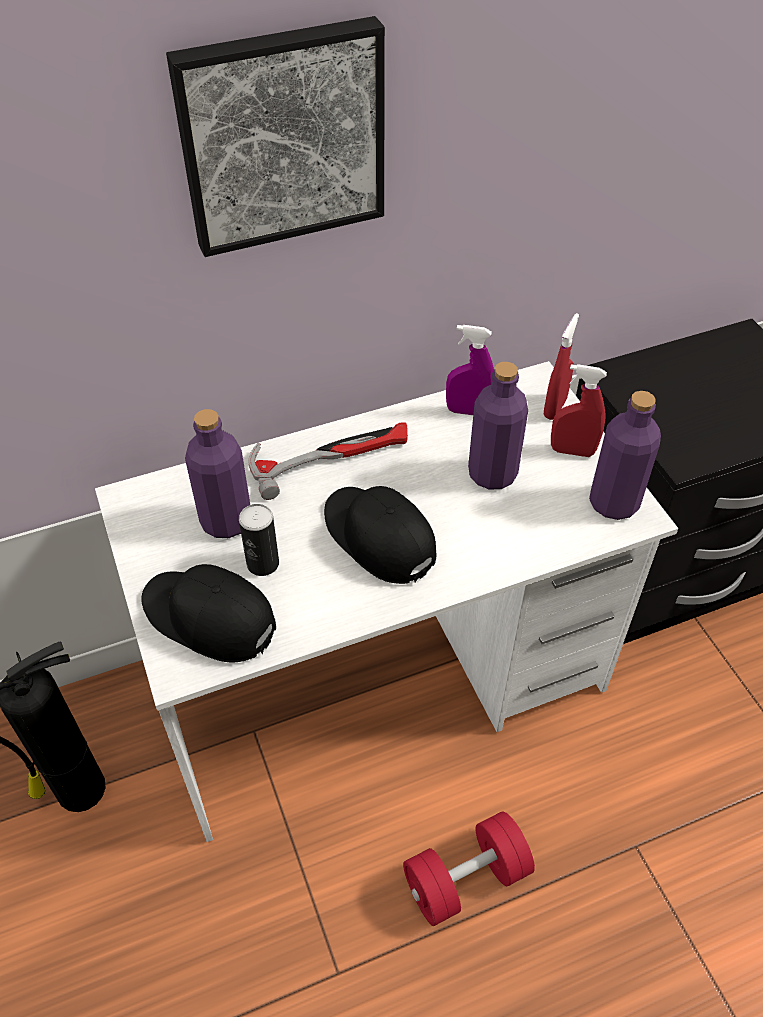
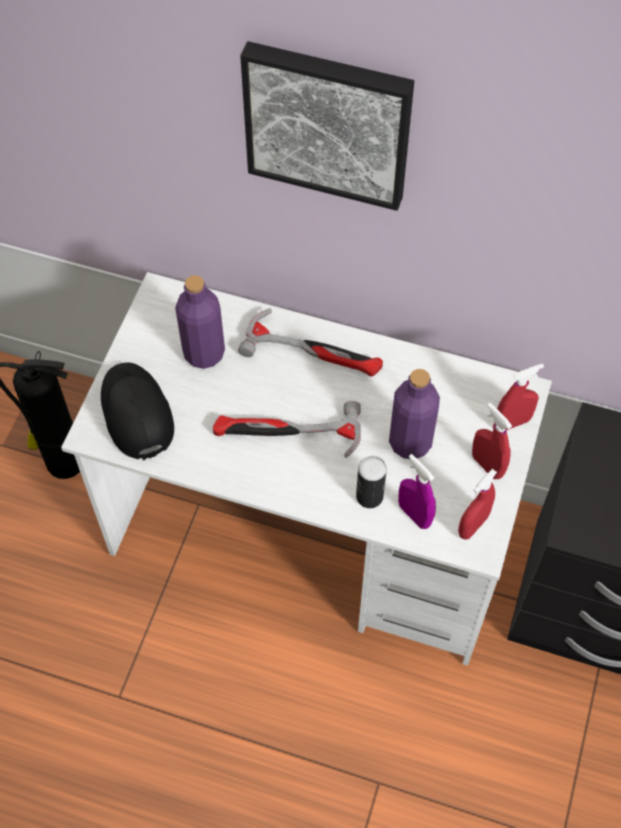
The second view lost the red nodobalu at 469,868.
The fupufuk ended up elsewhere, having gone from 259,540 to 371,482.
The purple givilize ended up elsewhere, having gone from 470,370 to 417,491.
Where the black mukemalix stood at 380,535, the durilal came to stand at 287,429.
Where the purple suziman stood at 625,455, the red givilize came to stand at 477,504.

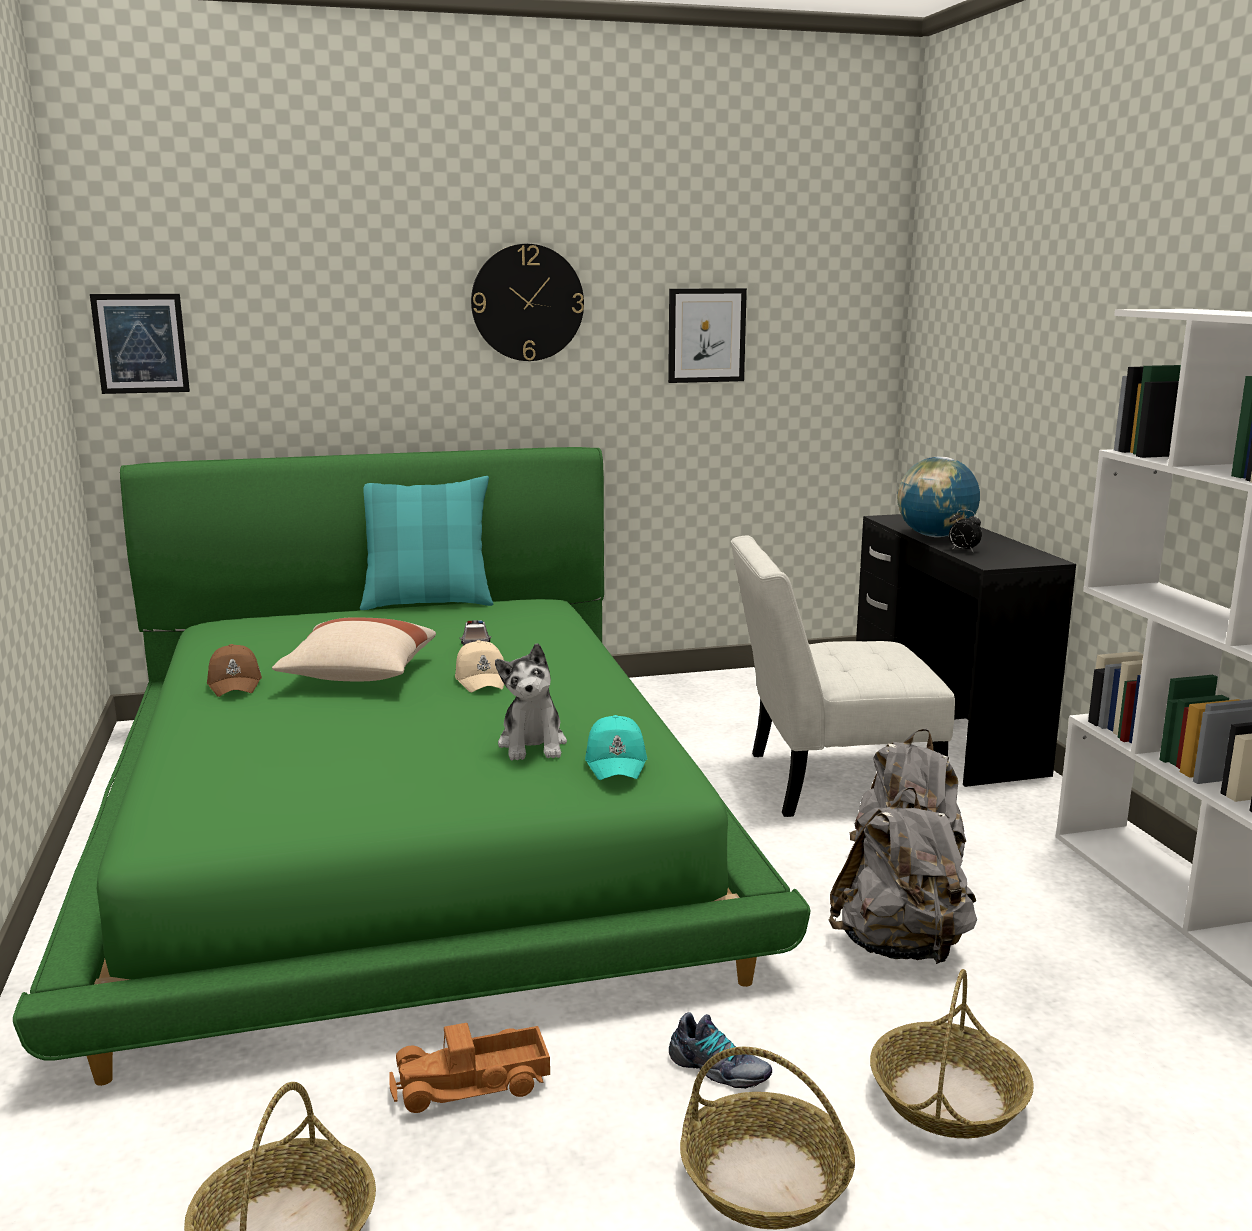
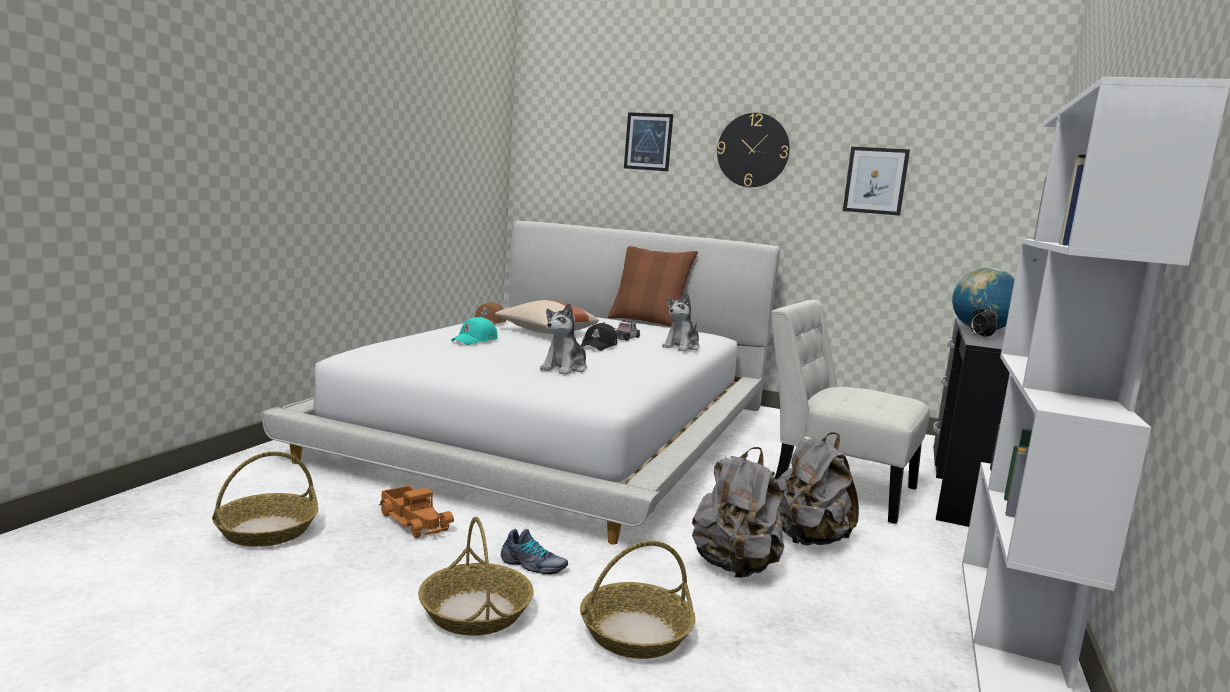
The second view gained the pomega at 681,322.
The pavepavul ended up elsewhere, having gone from 140,344 to 648,141.
The turquoise mukemalix ended up elsewhere, having gone from 616,747 to 474,330.
What was the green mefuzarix at 411,766 turned into the white mefuzarix at 520,382.
What was the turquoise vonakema at 426,543 turned into the brown vonakema at 653,286.
What was the beige mukemalix at 479,666 turned into the black mukemalix at 600,336.
The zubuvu at 470,1068 ended up facing another way, 150 degrees counterclockwise from before.
The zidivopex at 720,1050 ended up facing another way, 45 degrees counterclockwise from before.

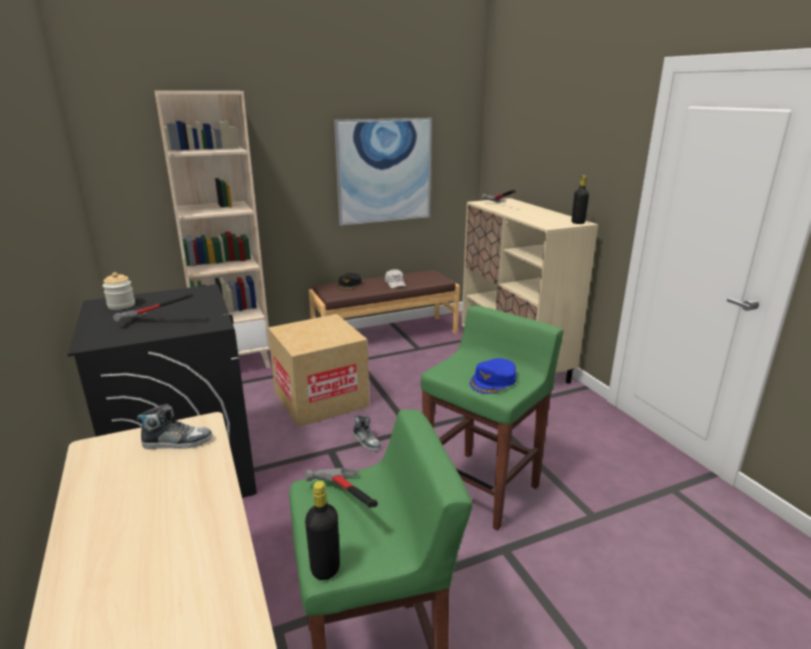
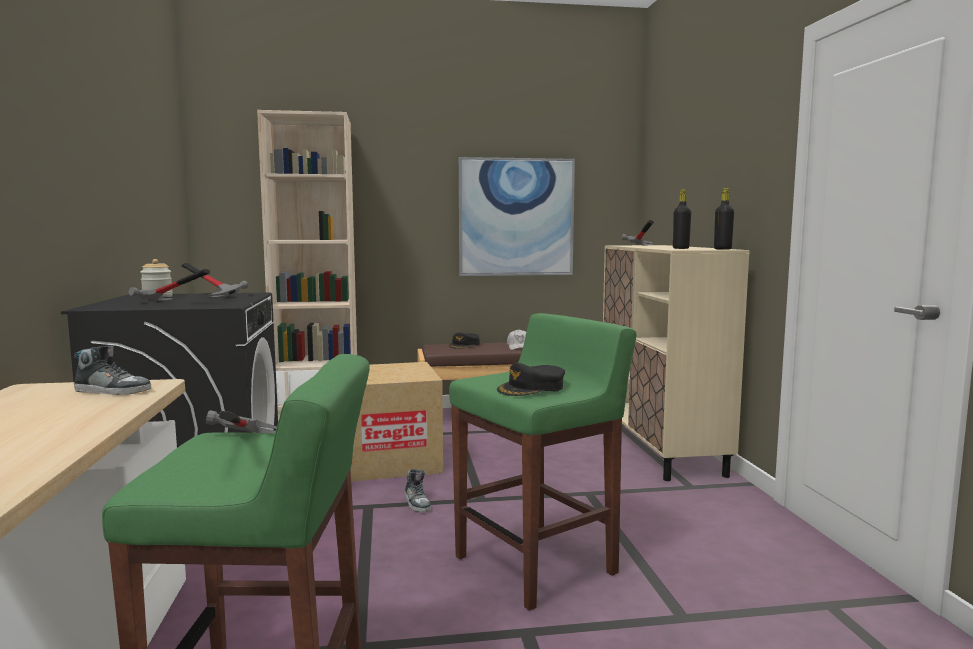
The second view gained the durilal at 215,280.
The black suziman ended up elsewhere, having gone from 322,530 to 682,219.
What was the blue mukemalix at 493,376 turned into the black mukemalix at 531,379.

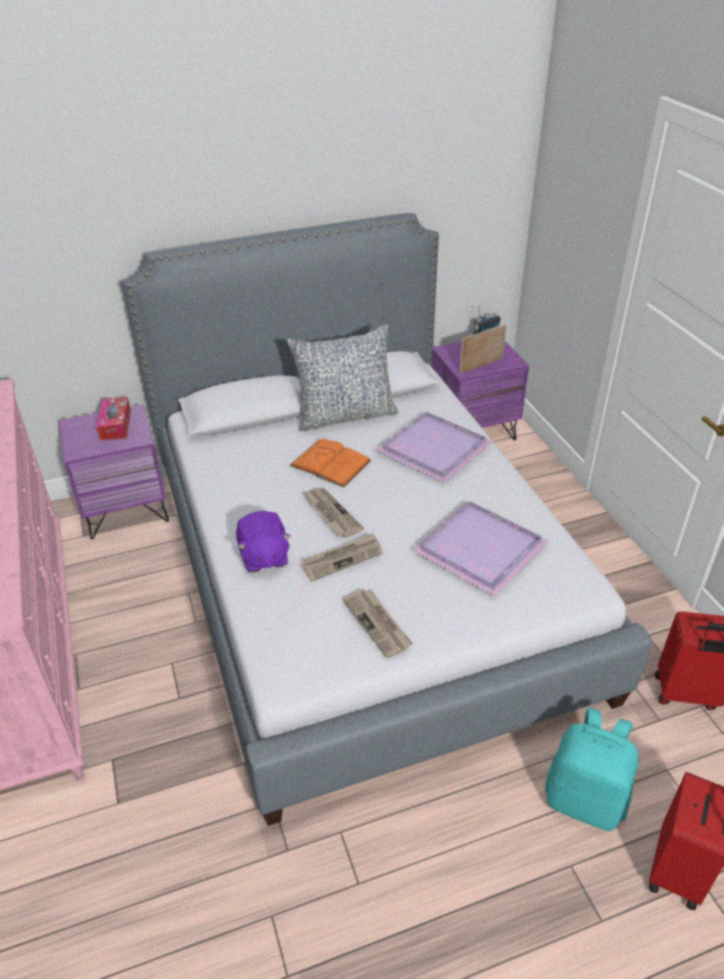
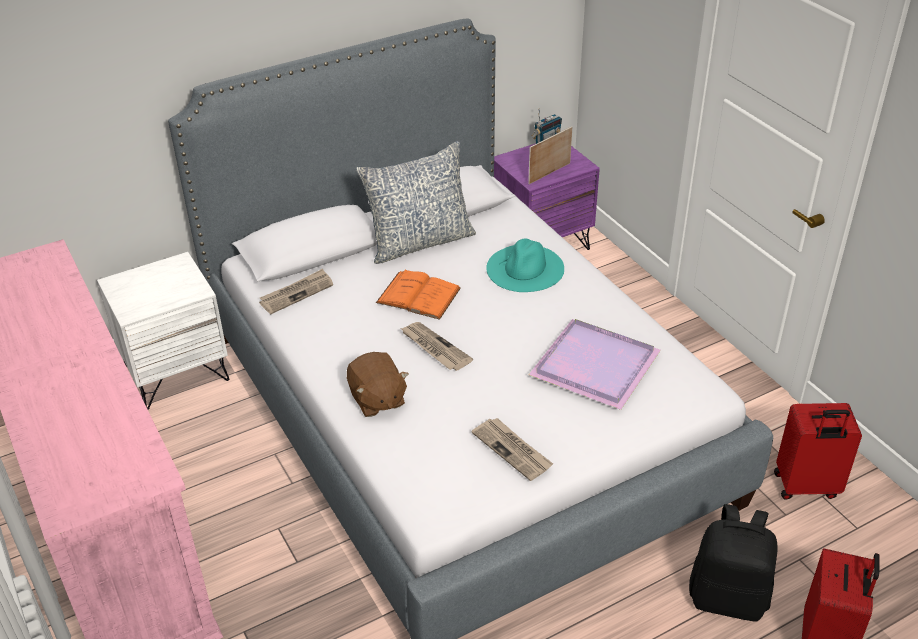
The second view lost the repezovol at 113,418.
The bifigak ended up elsewhere, having gone from 342,557 to 296,291.
Where the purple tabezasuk stood at 434,447, the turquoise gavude came to stand at 525,265.
What was the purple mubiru at 114,471 turned into the white mubiru at 163,331.
What was the purple pomega at 263,542 turned into the brown pomega at 377,384.
What was the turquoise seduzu at 592,769 turned into the black seduzu at 733,563.

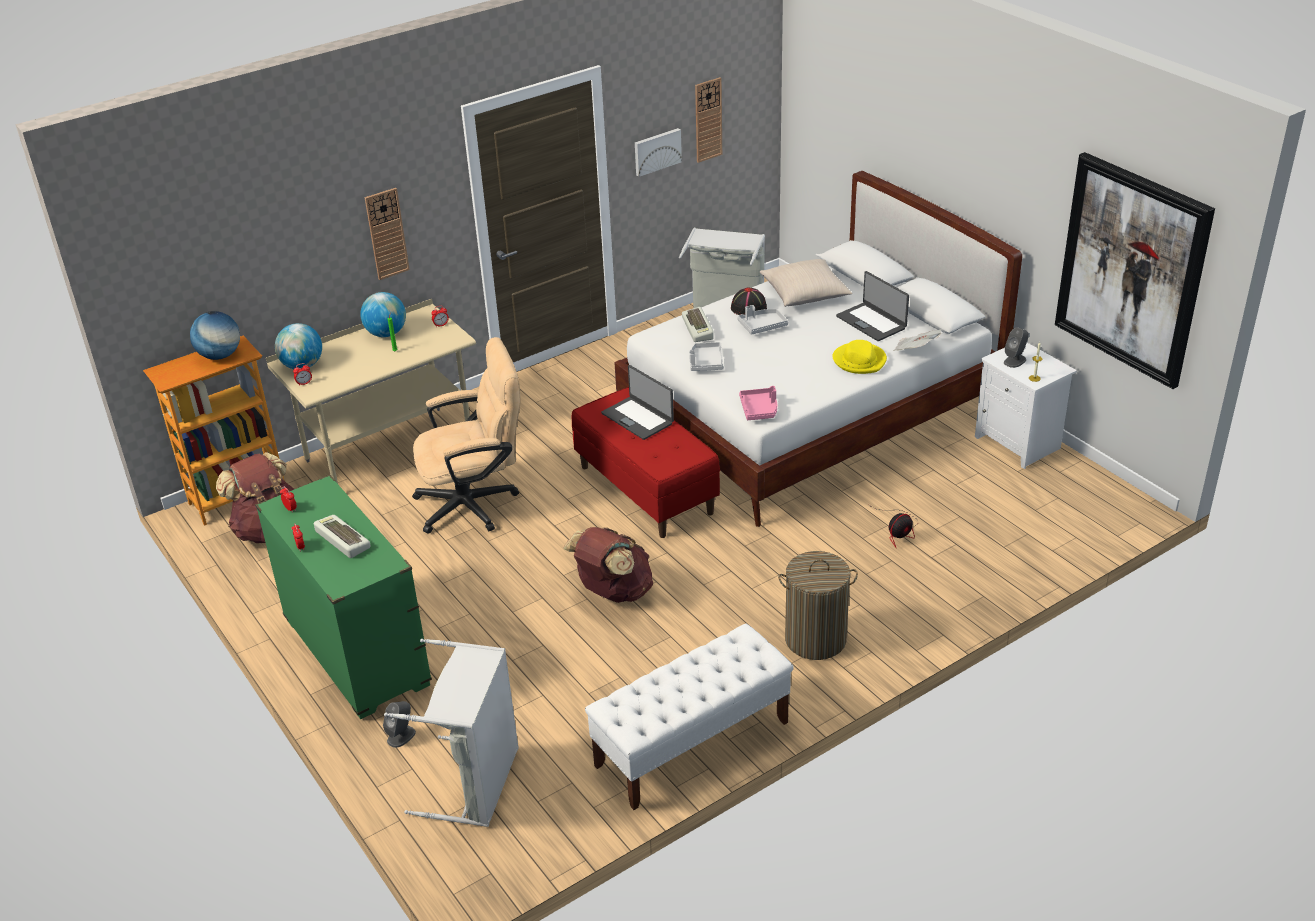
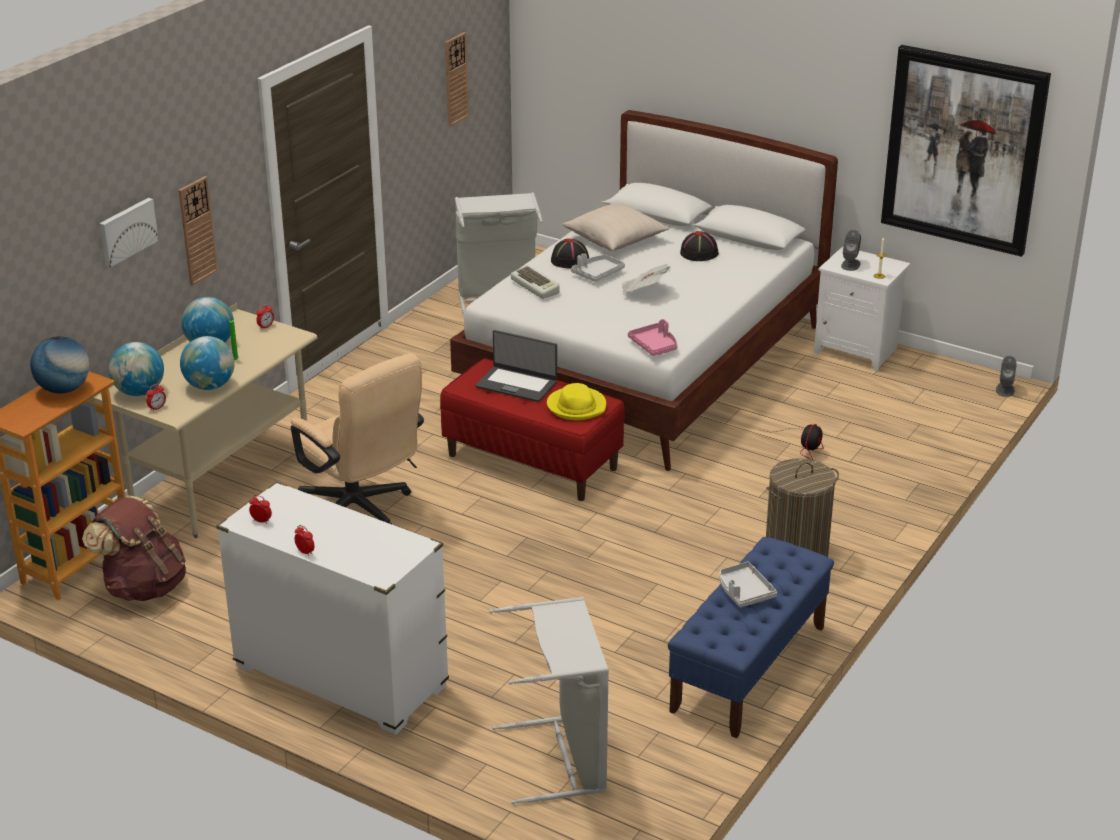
The second view lost the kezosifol at 342,536.
The second view lost the brown seduzu at 608,565.
The second view gained the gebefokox at 207,363.
The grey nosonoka ended up elsewhere, having gone from 399,724 to 1006,376.
The pavepavul ended up elsewhere, having gone from 658,152 to 129,232.
The grey tabezasuk ended up elsewhere, having gone from 706,356 to 748,584.
The yellow gavude ended up elsewhere, having gone from 859,357 to 576,401.
The bifigak ended up elsewhere, having gone from 917,340 to 646,279.
Where the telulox stood at 872,306, the black gavude came to stand at 699,246.
What was the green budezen at 343,597 turned into the white budezen at 332,608.
What was the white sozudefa at 689,717 turned into the blue sozudefa at 751,637.
The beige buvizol at 466,435 ended up facing another way, 90 degrees clockwise from before.

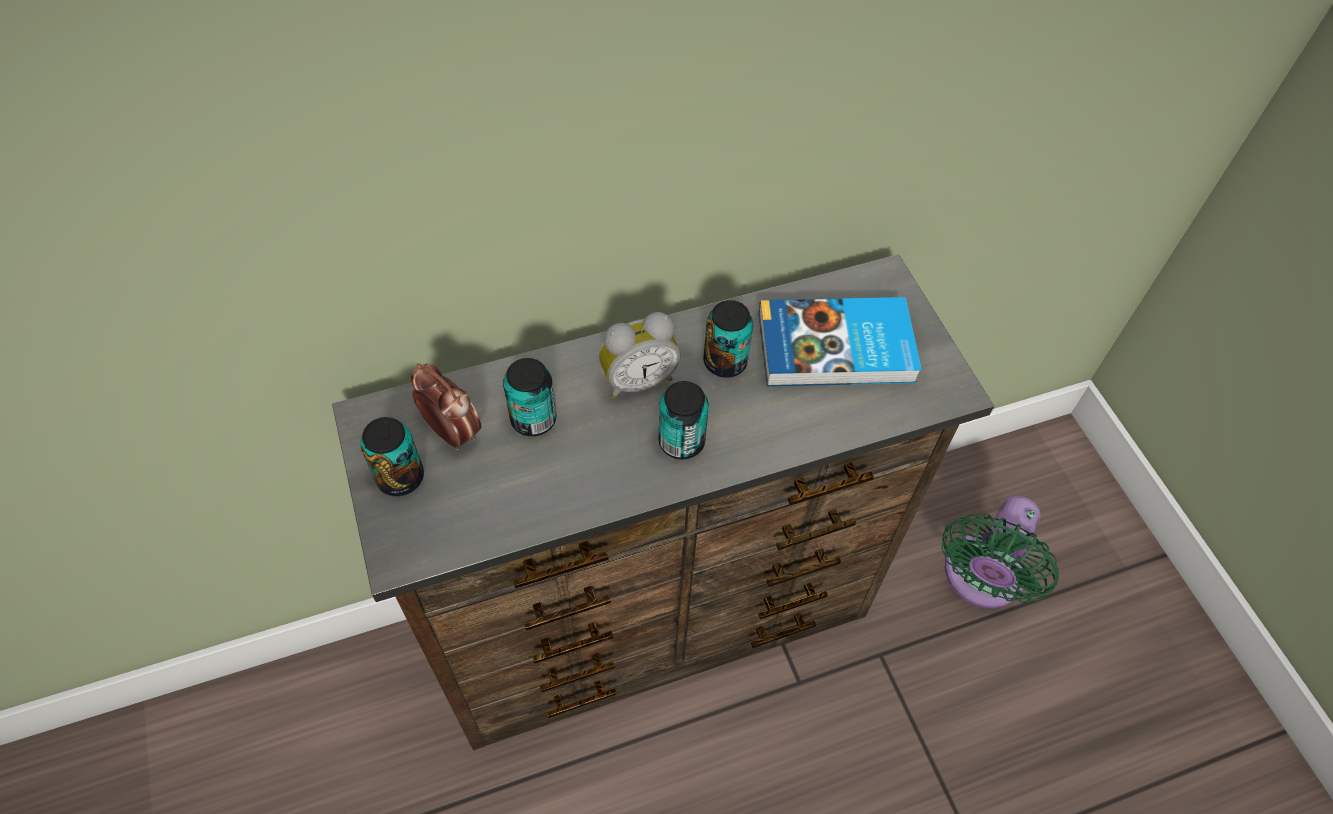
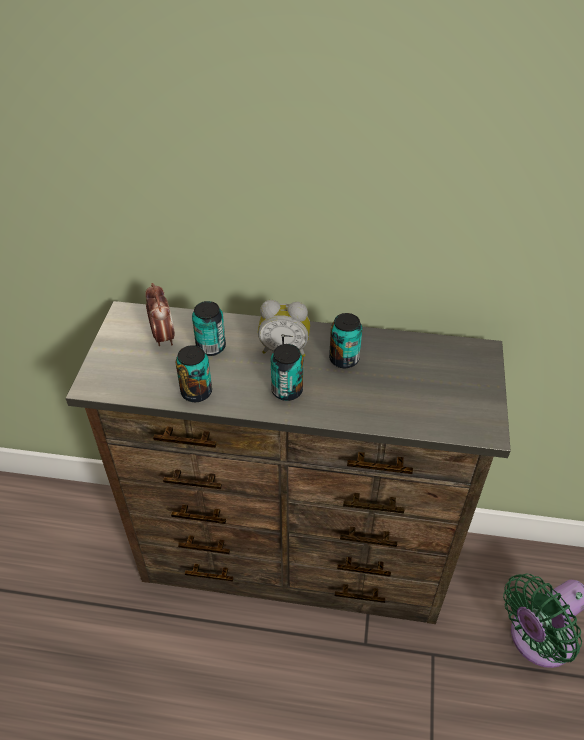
The second view lost the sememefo at 840,342.
The fupufuk ended up elsewhere, having gone from 392,456 to 193,373.

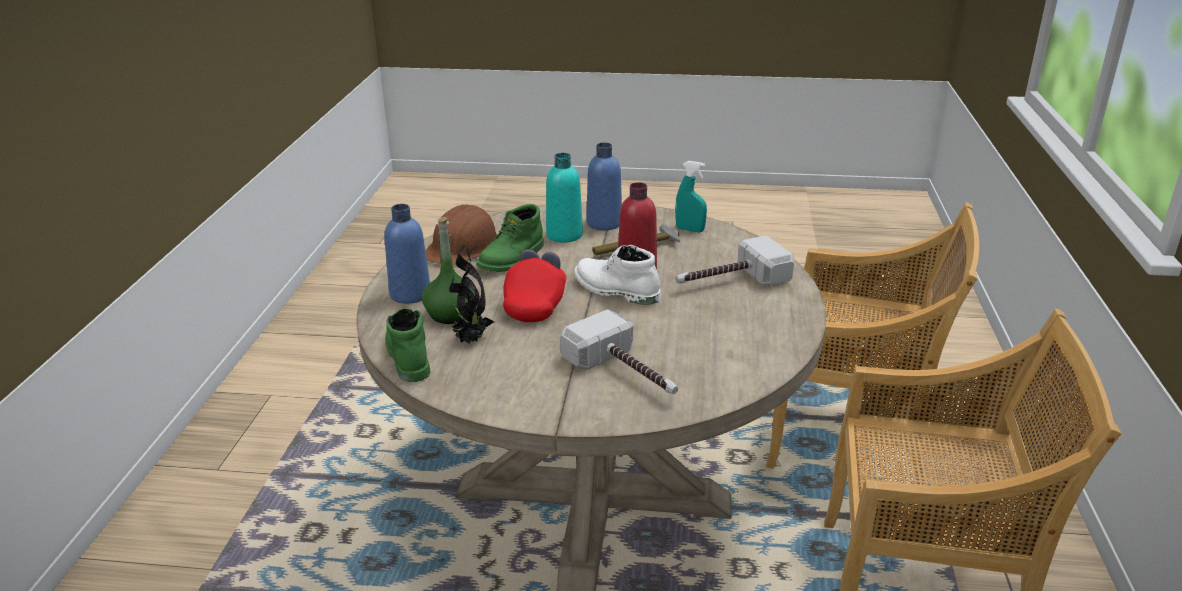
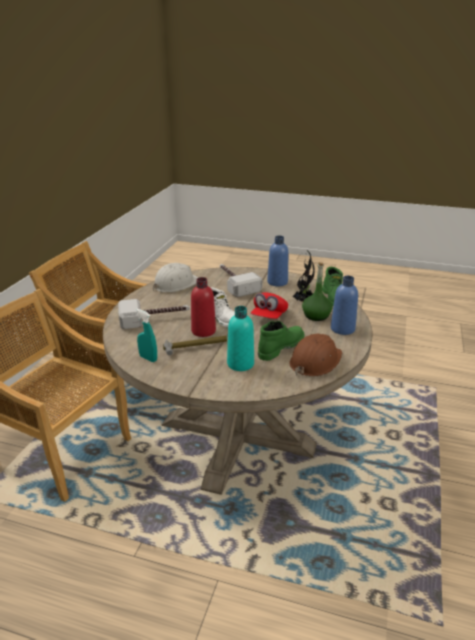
The second view gained the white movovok at 175,277.
The blue suziman ended up elsewhere, having gone from 604,186 to 277,261.

